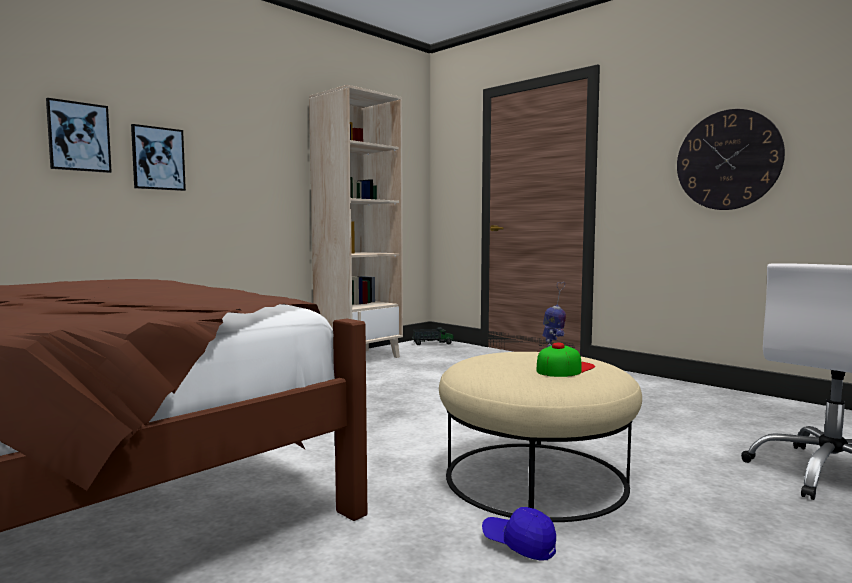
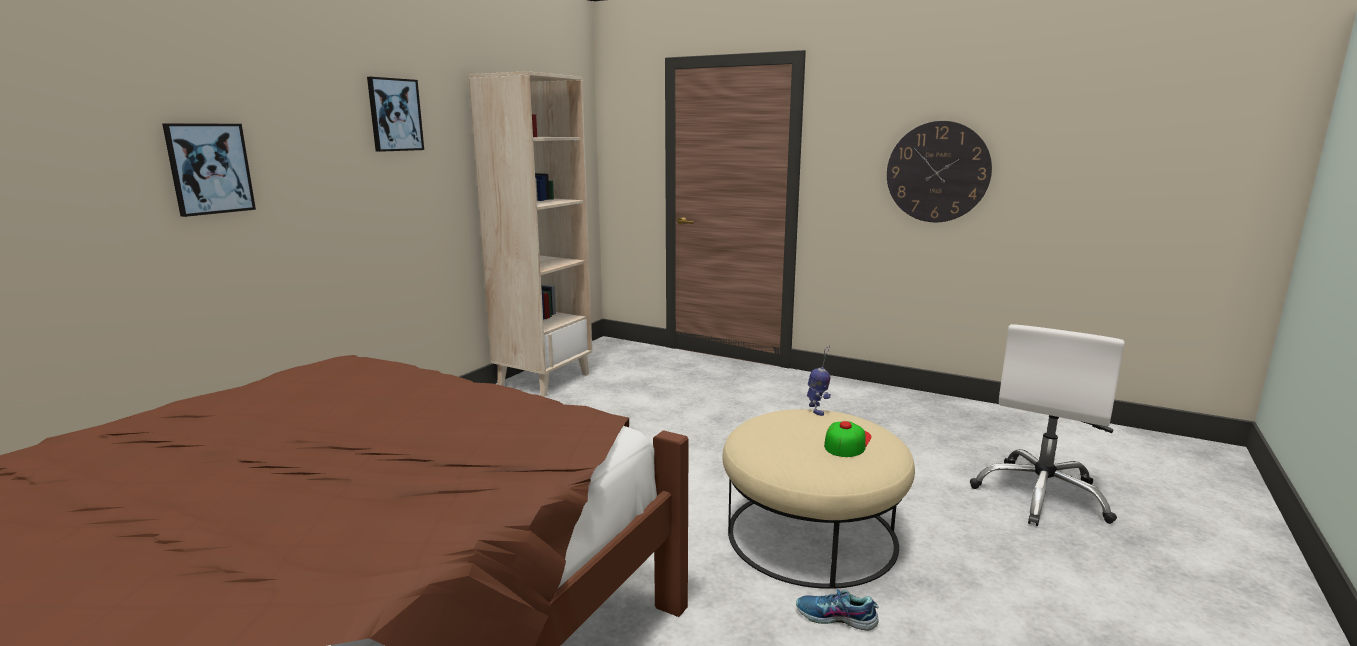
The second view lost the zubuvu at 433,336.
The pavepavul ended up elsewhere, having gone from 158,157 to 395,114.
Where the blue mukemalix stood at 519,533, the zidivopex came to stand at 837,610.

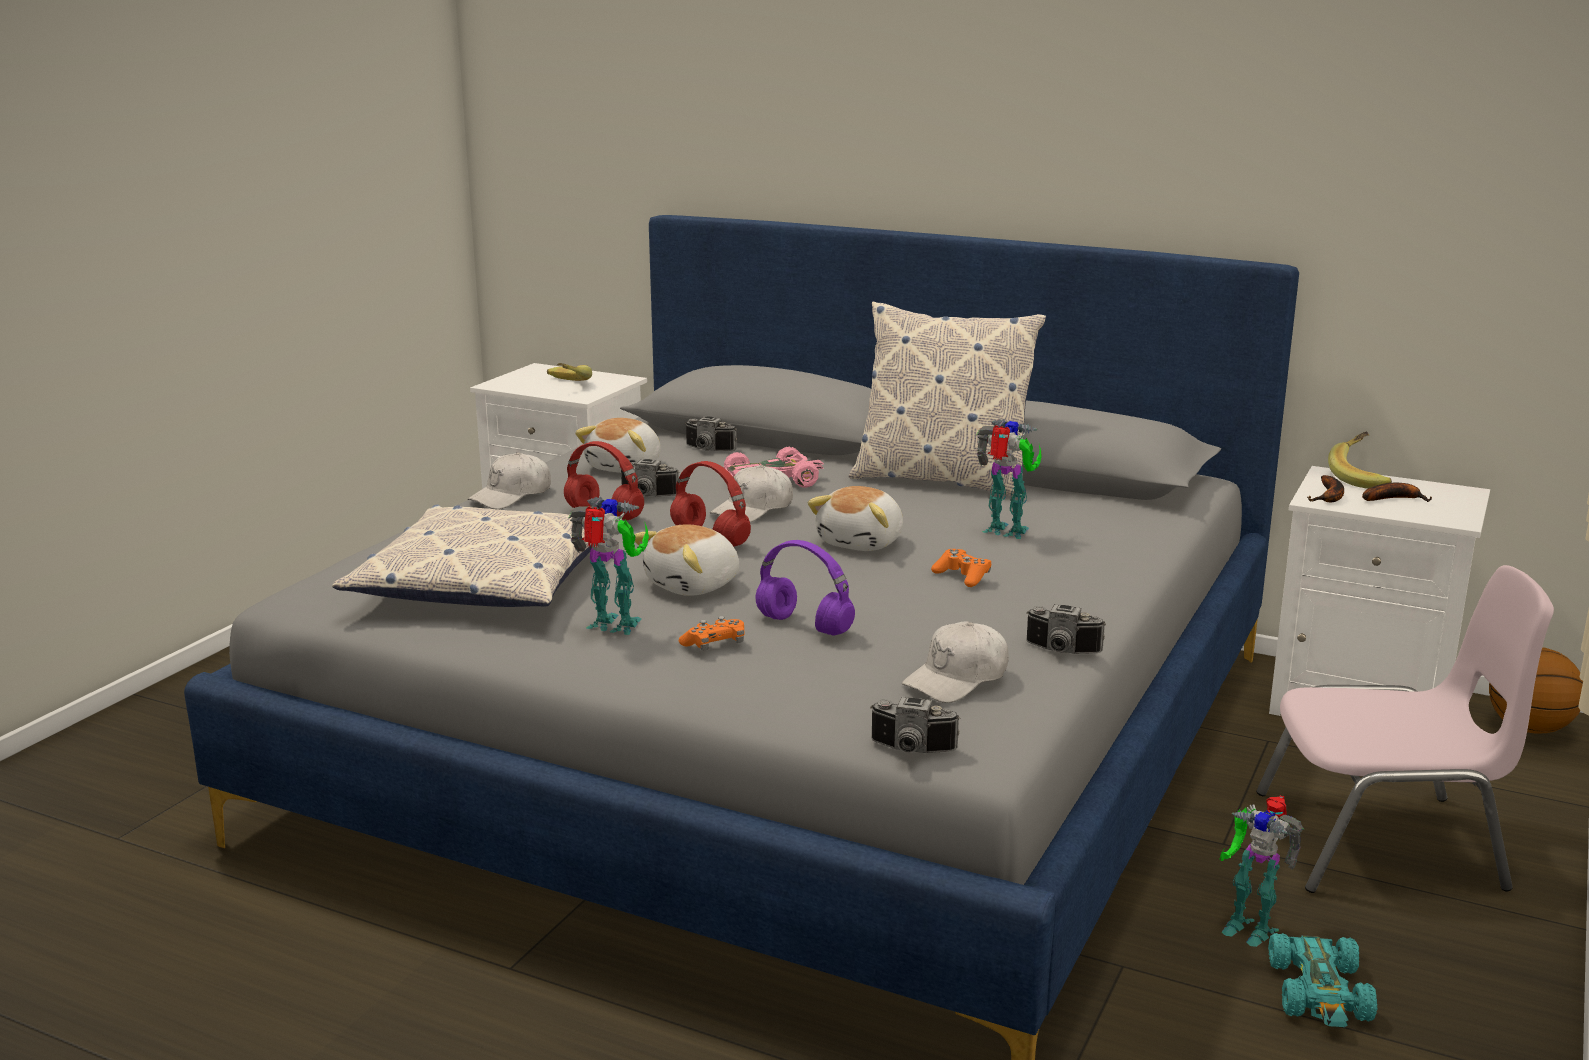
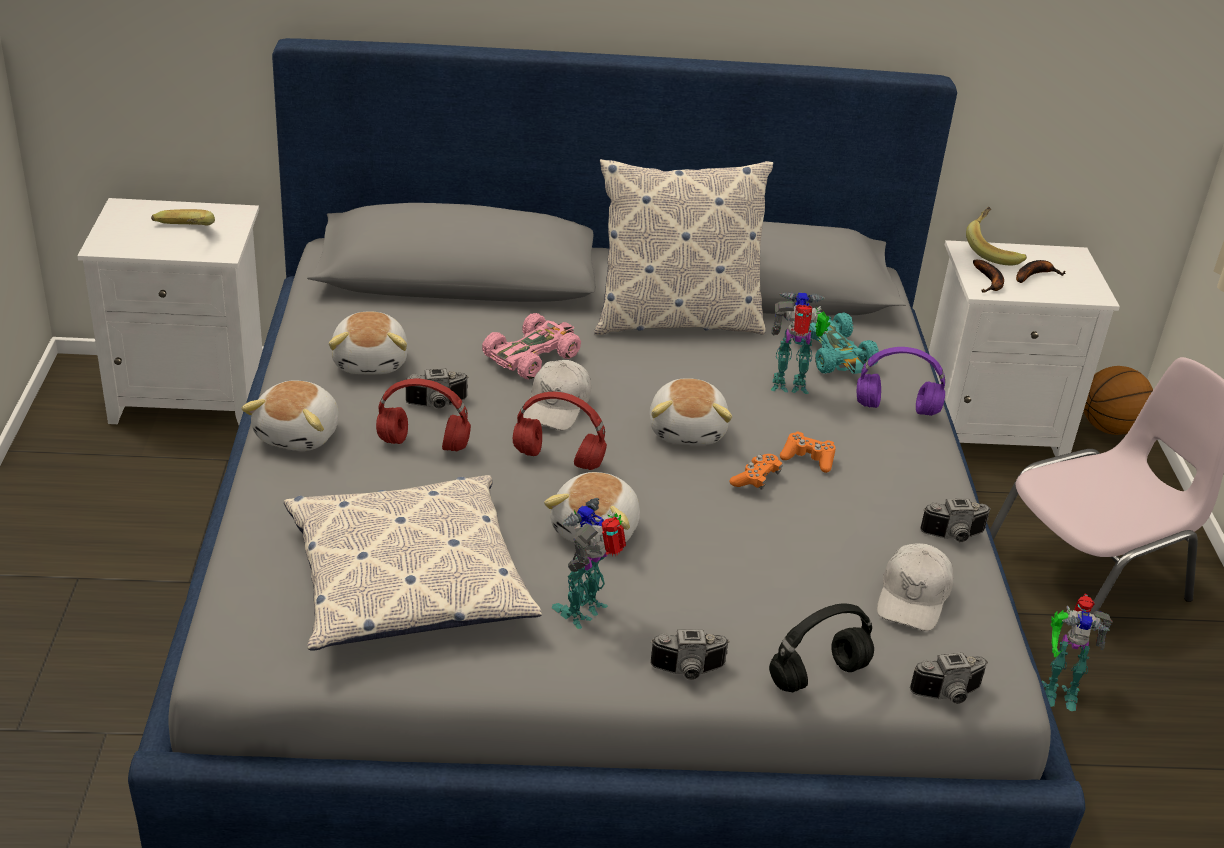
The second view gained the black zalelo at 821,648.
The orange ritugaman ended up elsewhere, having gone from 712,633 to 756,472.
The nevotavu ended up elsewhere, having gone from 711,434 to 690,654.
The purple zalelo ended up elsewhere, having gone from 805,588 to 901,381.
The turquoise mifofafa ended up elsewhere, having gone from 1322,980 to 835,343.
Where the white mukemalix stood at 509,480, the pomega came to stand at 290,415.
The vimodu at 608,565 ended up facing another way, 45 degrees counterclockwise from before.

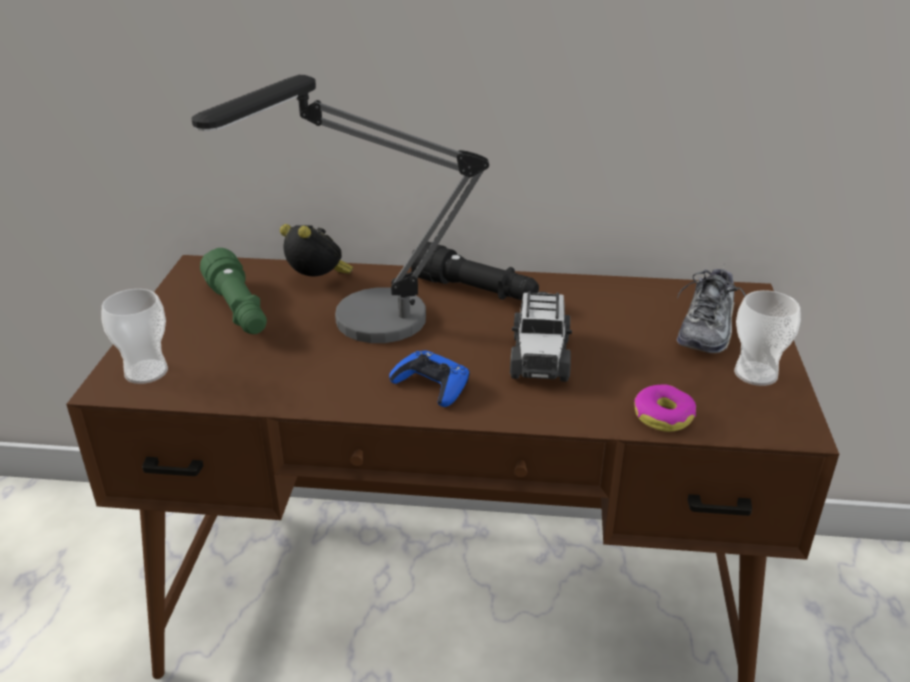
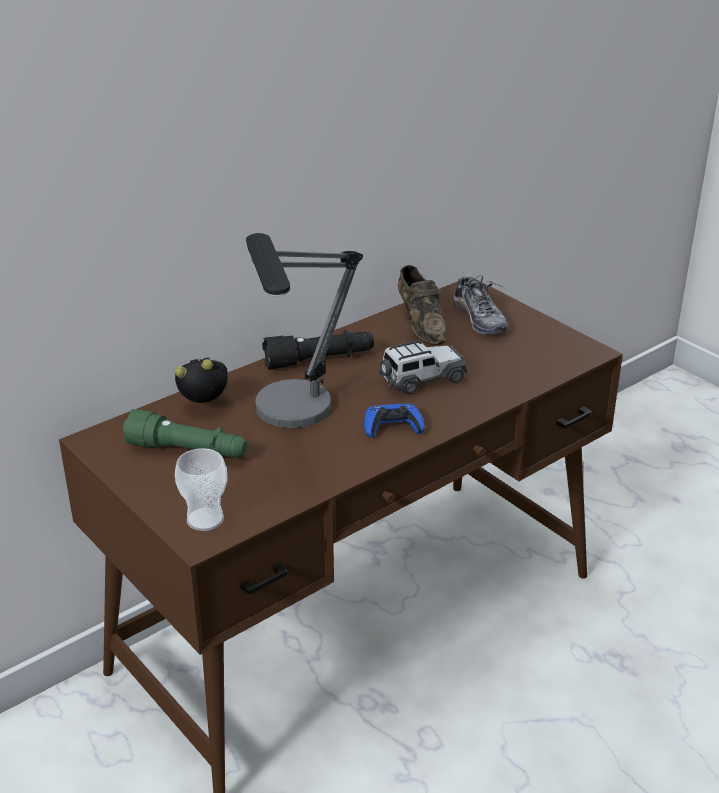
The second view lost the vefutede at 665,408.
The second view lost the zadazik at 767,338.
The second view gained the brown zidivopex at 422,305.
The mifofafa at 541,336 ended up facing another way, 75 degrees counterclockwise from before.

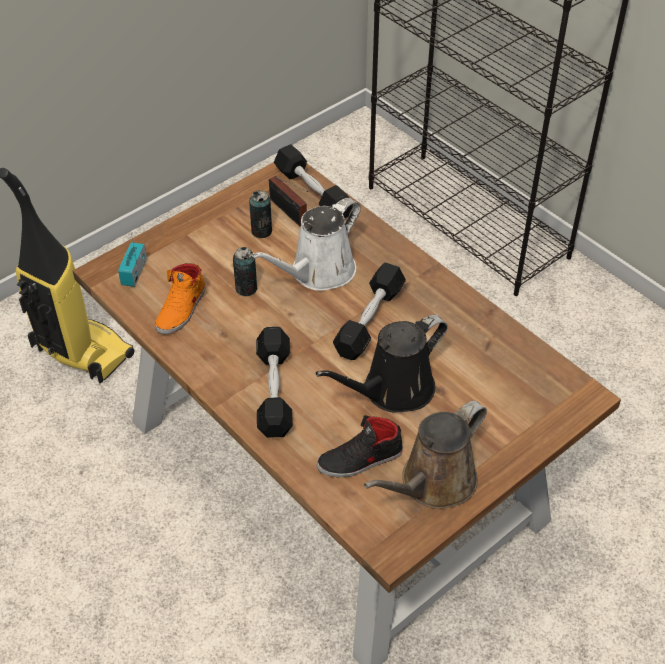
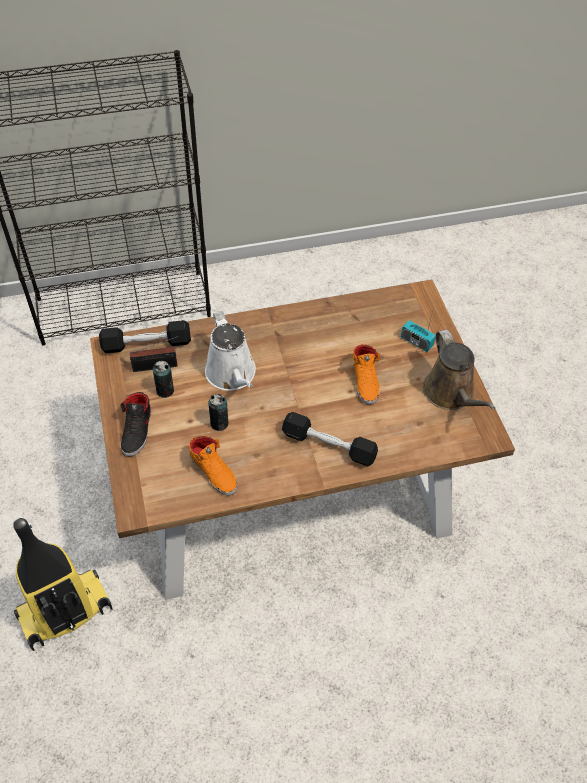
The second view lost the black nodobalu at 369,311.
The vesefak ended up elsewhere, having gone from 132,260 to 418,331.
The black zidivopex ended up elsewhere, having gone from 360,446 to 136,424.
Where the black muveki stood at 382,364, the orange zidivopex came to stand at 366,374.

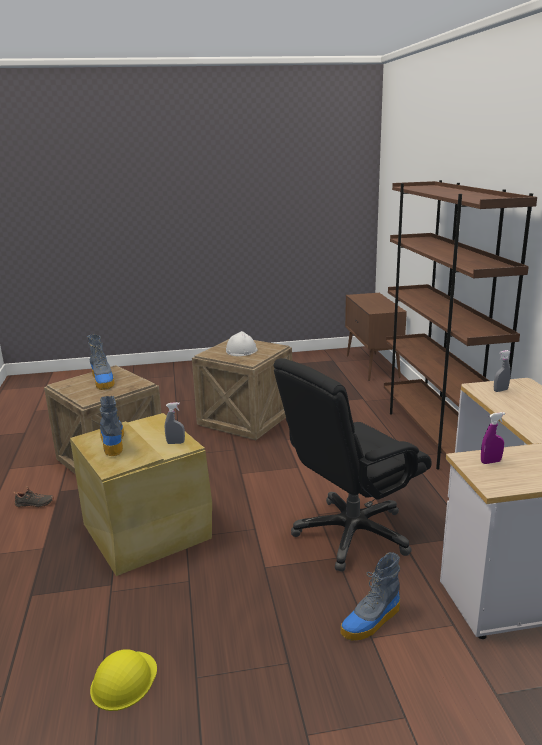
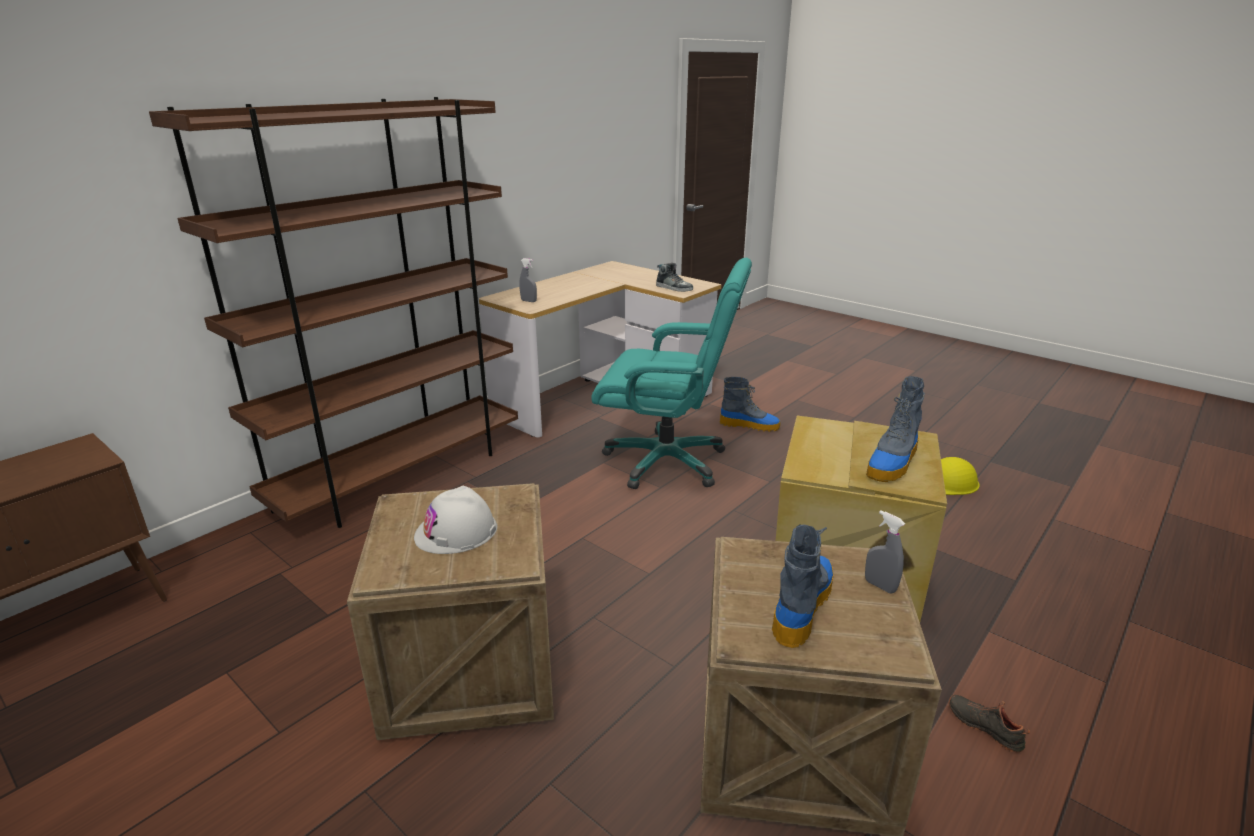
The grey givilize ended up elsewhere, having gone from 175,423 to 885,552.
Where the purple givilize stood at 493,438, the zidivopex came to stand at 674,277.
What was the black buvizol at 353,465 turned into the turquoise buvizol at 672,373.

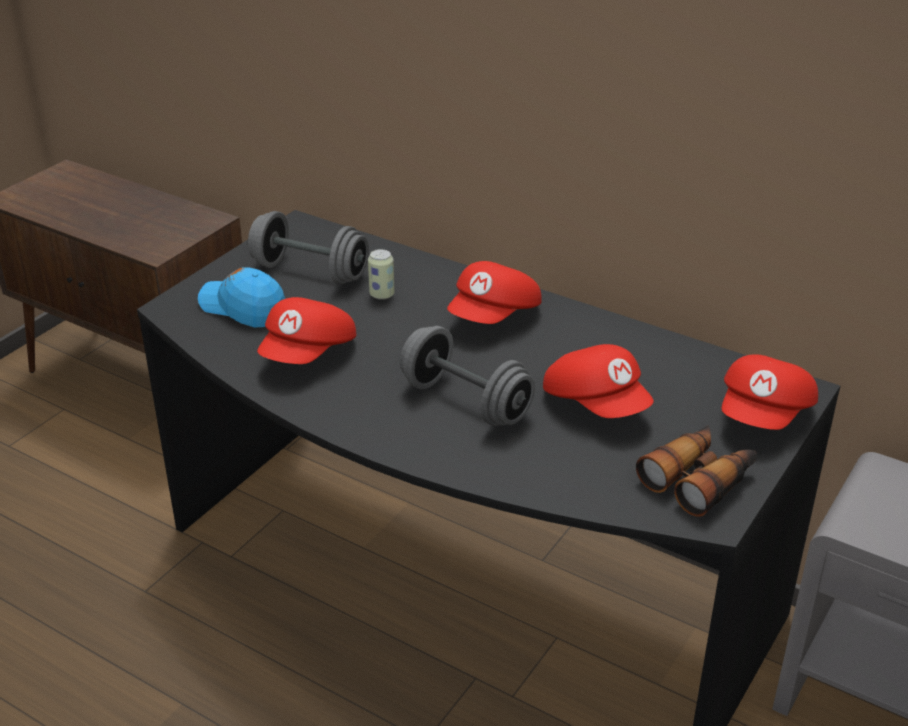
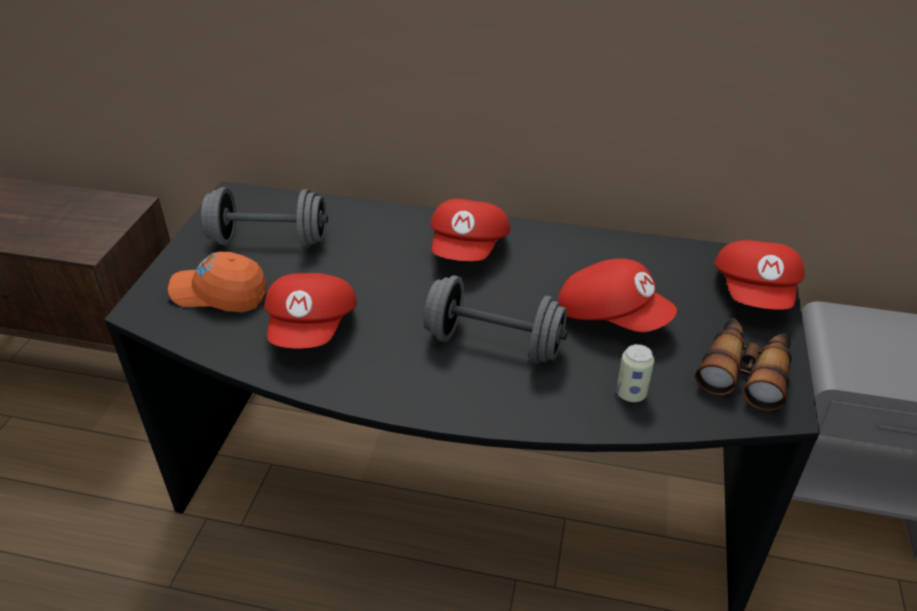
The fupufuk ended up elsewhere, having gone from 381,274 to 635,373.
What was the blue mukemalix at 241,297 turned into the orange mukemalix at 217,282.

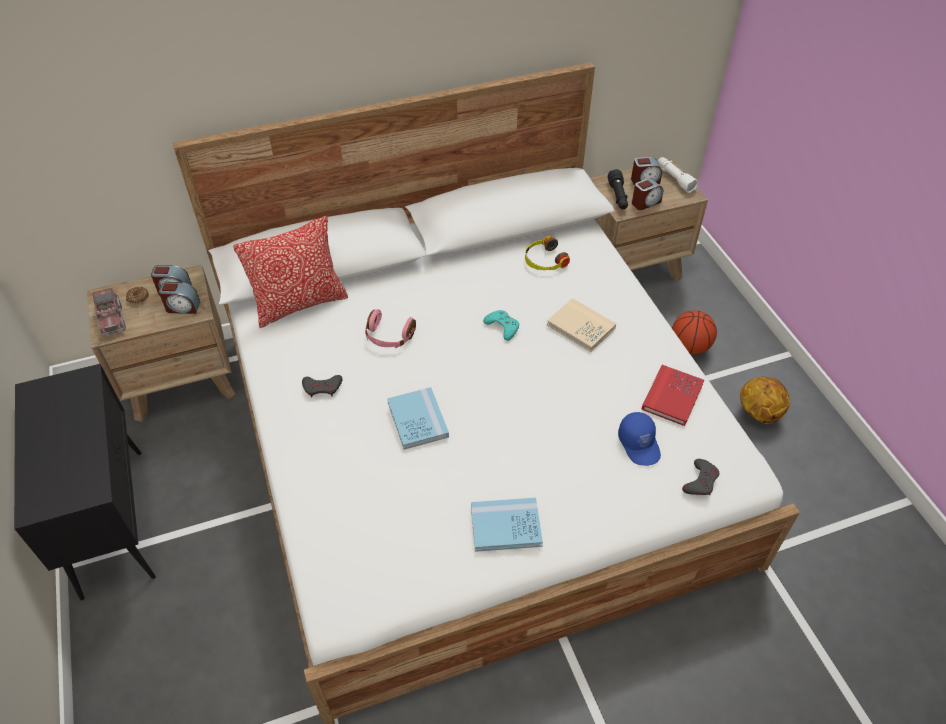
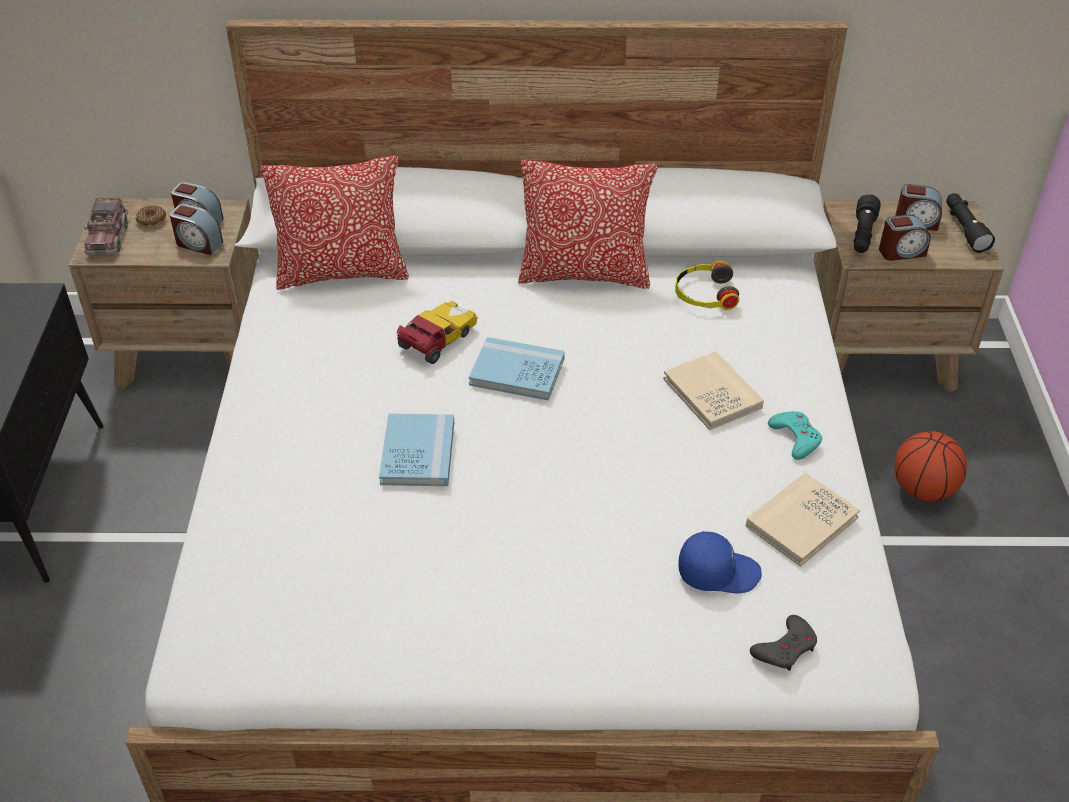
The second view lost the grey ritugaman at 322,386.
The second view lost the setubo at 765,400.
The second view gained the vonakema at 587,224.
The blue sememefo ended up elsewhere, having gone from 507,525 to 517,369.
The turquoise ritugaman ended up elsewhere, having gone from 501,325 to 795,435.
Where the pink zalelo stood at 390,328, the mifofafa came to stand at 437,332.
What was the red sememefo at 672,395 turned into the beige sememefo at 803,519.
What was the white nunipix at 678,175 turned into the black nunipix at 970,223.
The blue mukemalix at 639,439 ended up facing another way, 90 degrees counterclockwise from before.

